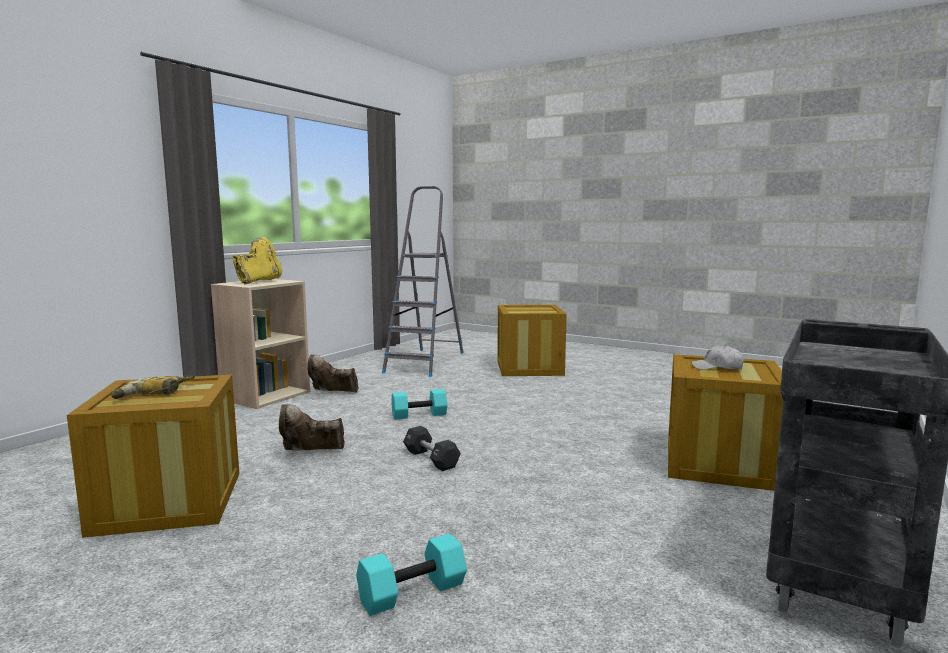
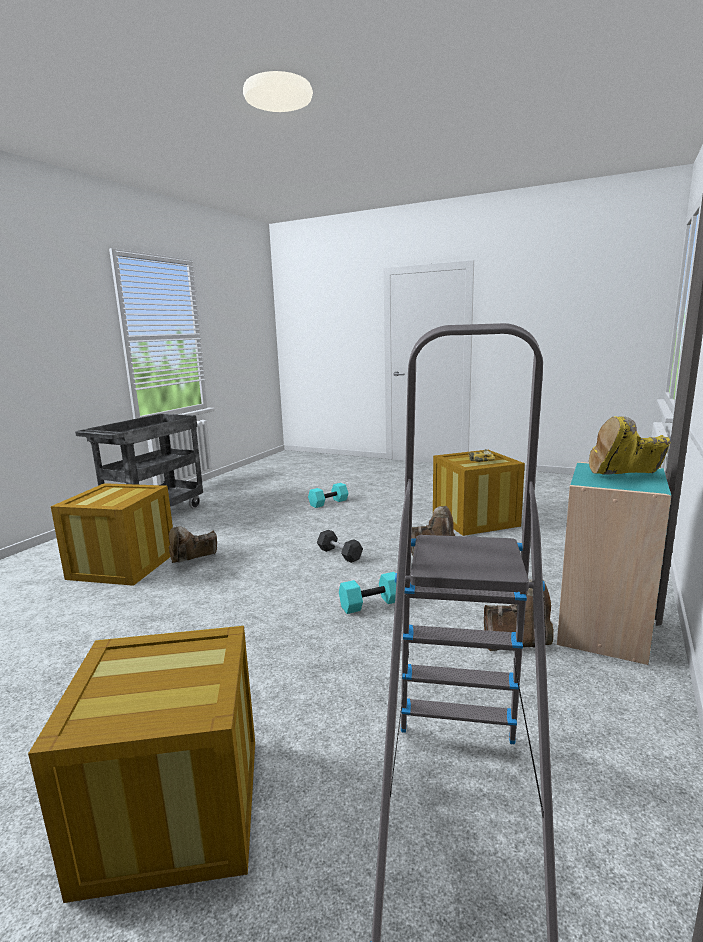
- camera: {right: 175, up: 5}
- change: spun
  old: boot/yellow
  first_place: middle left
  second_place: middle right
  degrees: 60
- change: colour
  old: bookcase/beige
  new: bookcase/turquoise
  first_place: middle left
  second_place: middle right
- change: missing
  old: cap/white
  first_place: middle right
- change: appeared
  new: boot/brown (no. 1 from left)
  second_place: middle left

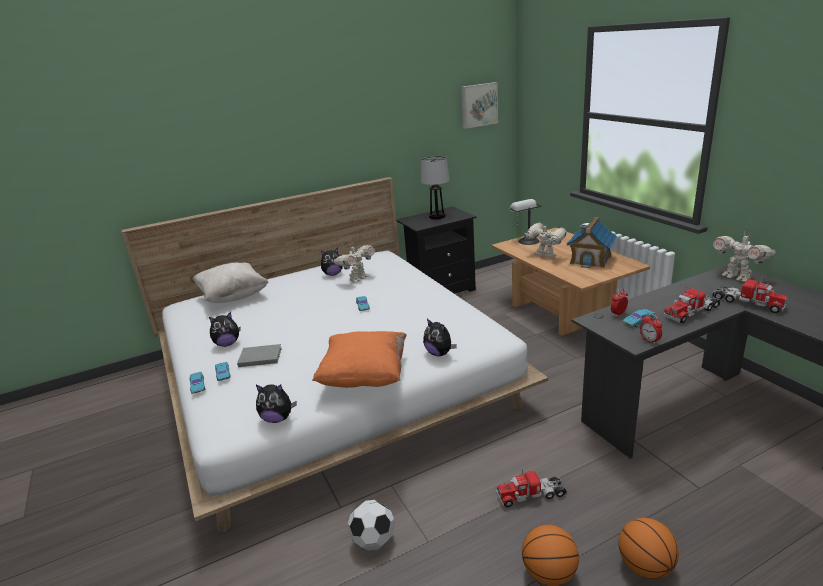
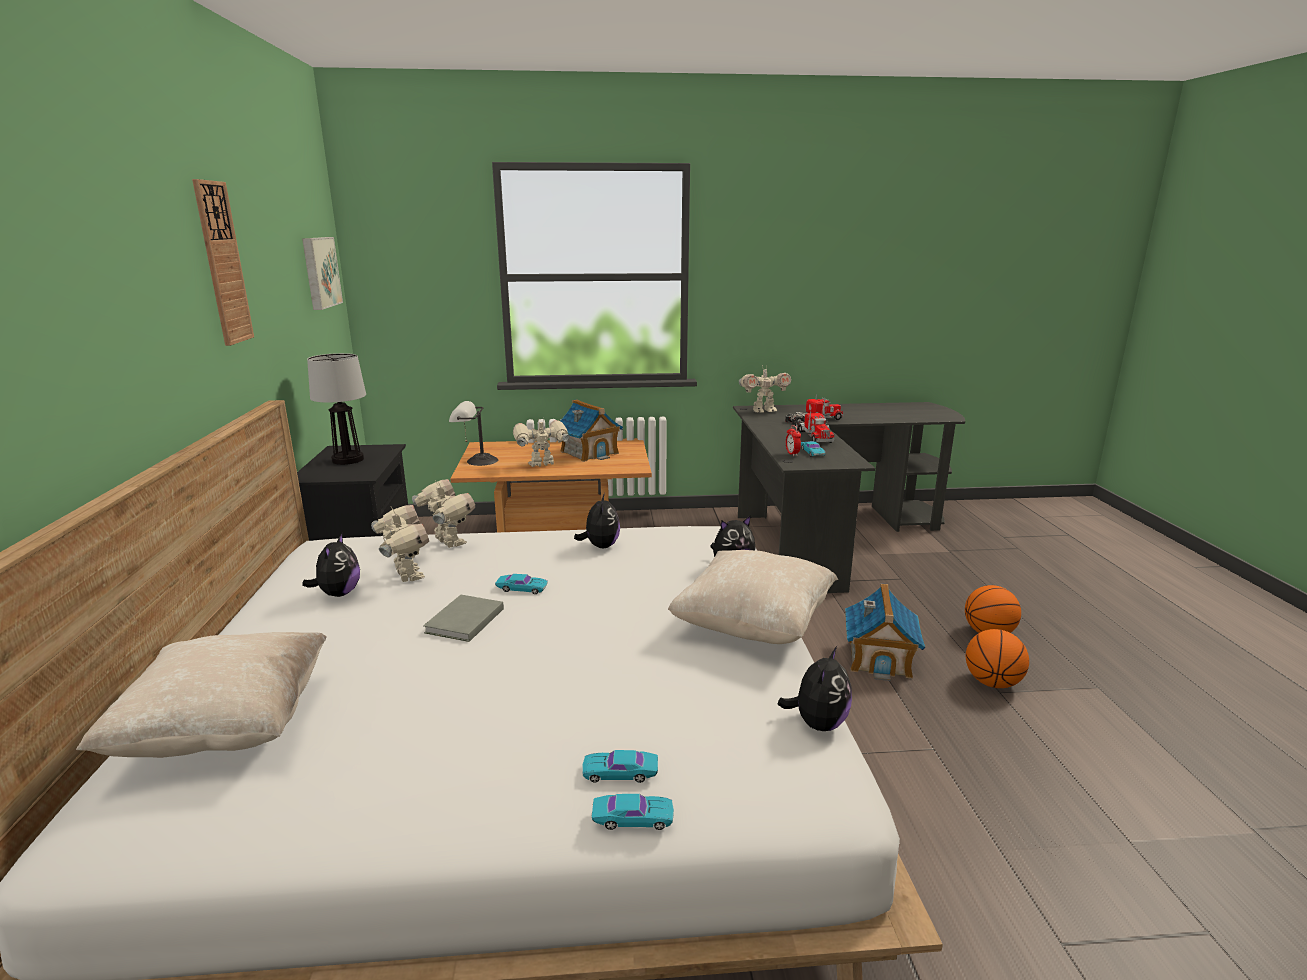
- camera: {right: -70, up: -5}
- change: relocated
  old: plush toy (no. 1 from left in the first image)
  new: plush toy (no. 2 from left)
  first_place: middle left
  second_place: centre
- change: missing
  old: alarm clock (no. 2 from left)
  first_place: middle right
- change: colour
  old: pillow/orange
  new: pillow/beige (no. 2 from left)
  first_place: centre
  second_place: centre
- change: relocated
  old: book/grey
  first_place: middle left
  second_place: centre
- change: exchanged
  old: toy truck (no. 1 from left)
  new: toy house (no. 2 from left)
  first_place: bottom centre
  second_place: middle right
- change: missing
  old: football
  first_place: bottom centre
- change: appeared
  new: wall clock
  second_place: top left
- change: appeared
  new: toy robot (no. 2 from left)
  second_place: centre

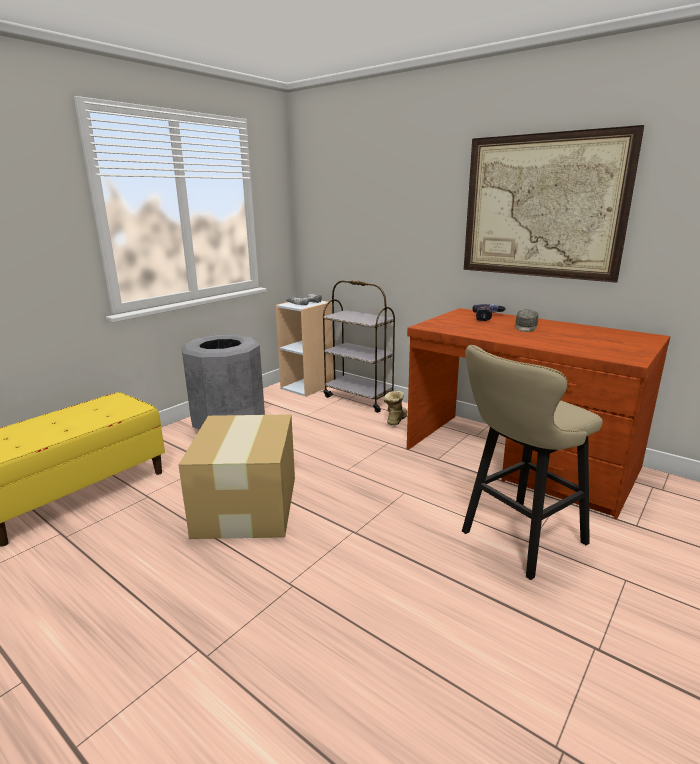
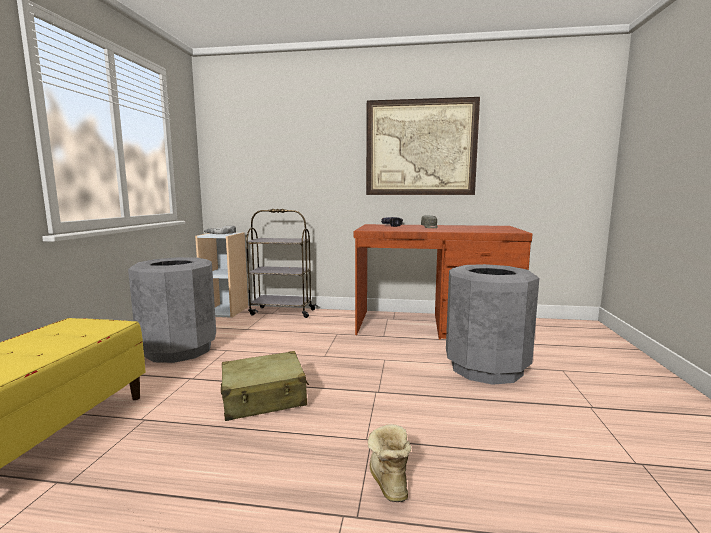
- camera: {right: -30, up: -10}
- change: exchanged
  old: stool/beige
  new: trash can/grey (no. 2 from left)
  first_place: middle right
  second_place: middle right
- change: relocated
  old: boot
  first_place: centre
  second_place: bottom centre
- change: exchanged
  old: cardboard box
  new: suitcase/beige
  first_place: centre
  second_place: bottom centre

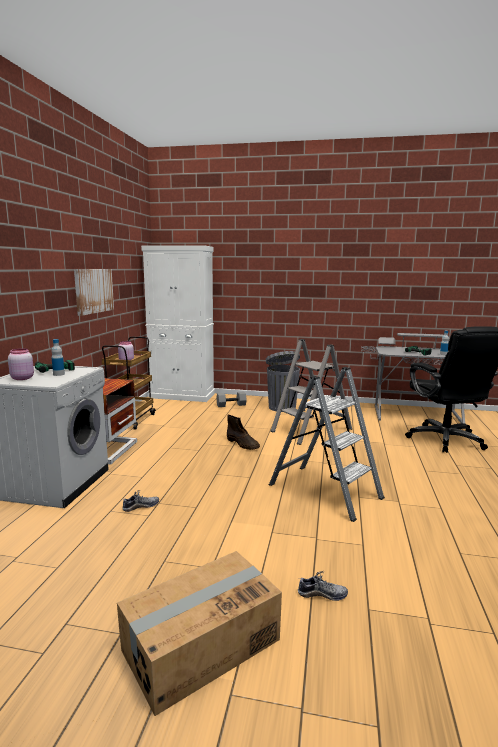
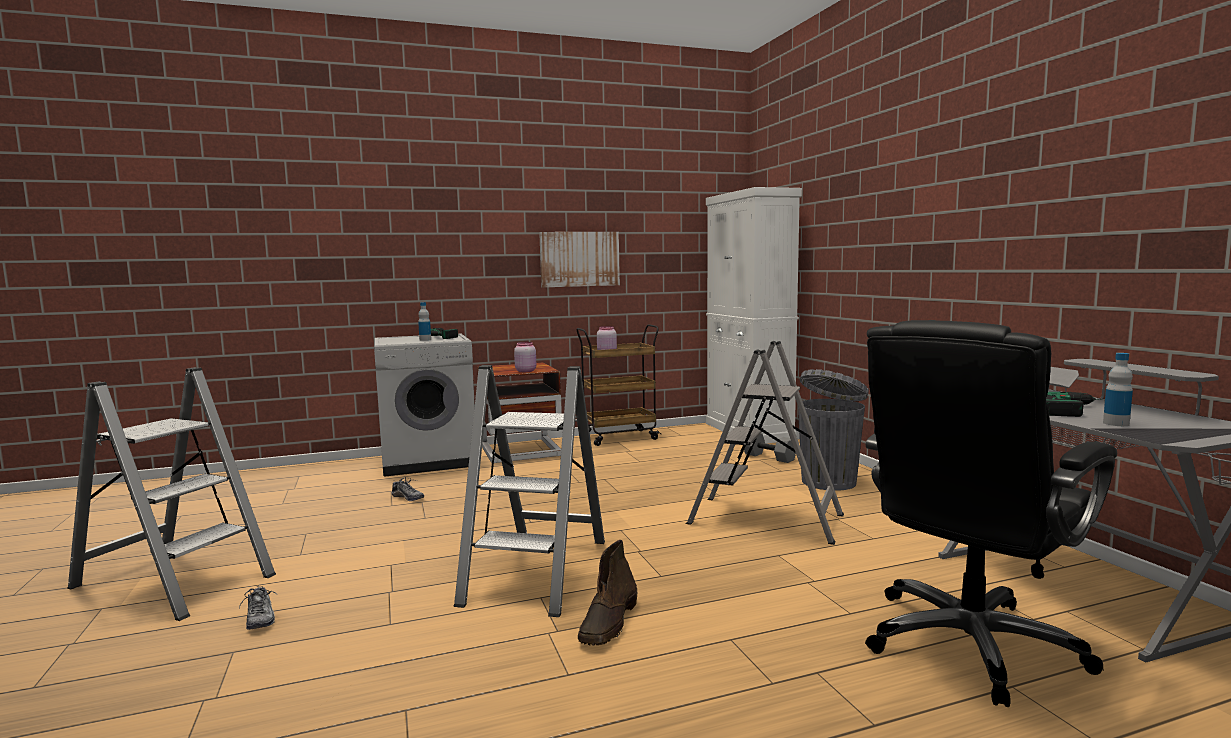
- camera: {right: 60, up: -5}
- change: relocated
  old: jar/pink (no. 1 from left)
  first_place: middle left
  second_place: centre
- change: relocated
  old: boot/brown
  first_place: centre
  second_place: bottom centre
- change: exchanged
  old: cardboard box
  new: step ladder/grey (no. 1 from left)
  first_place: bottom centre
  second_place: bottom left

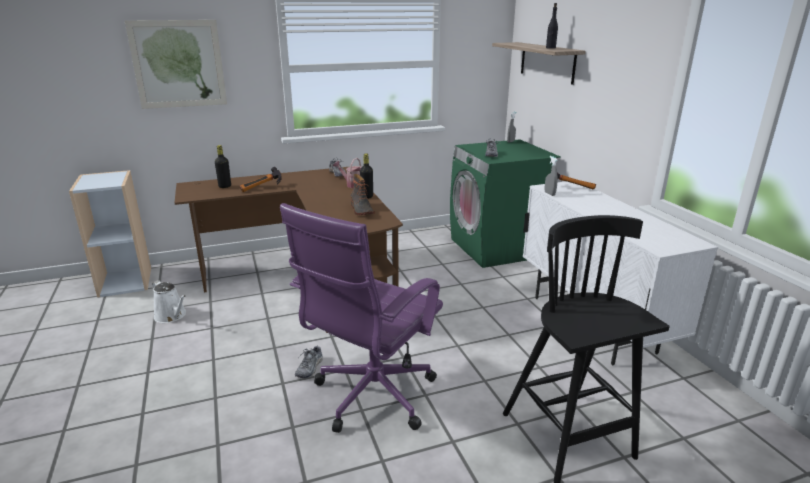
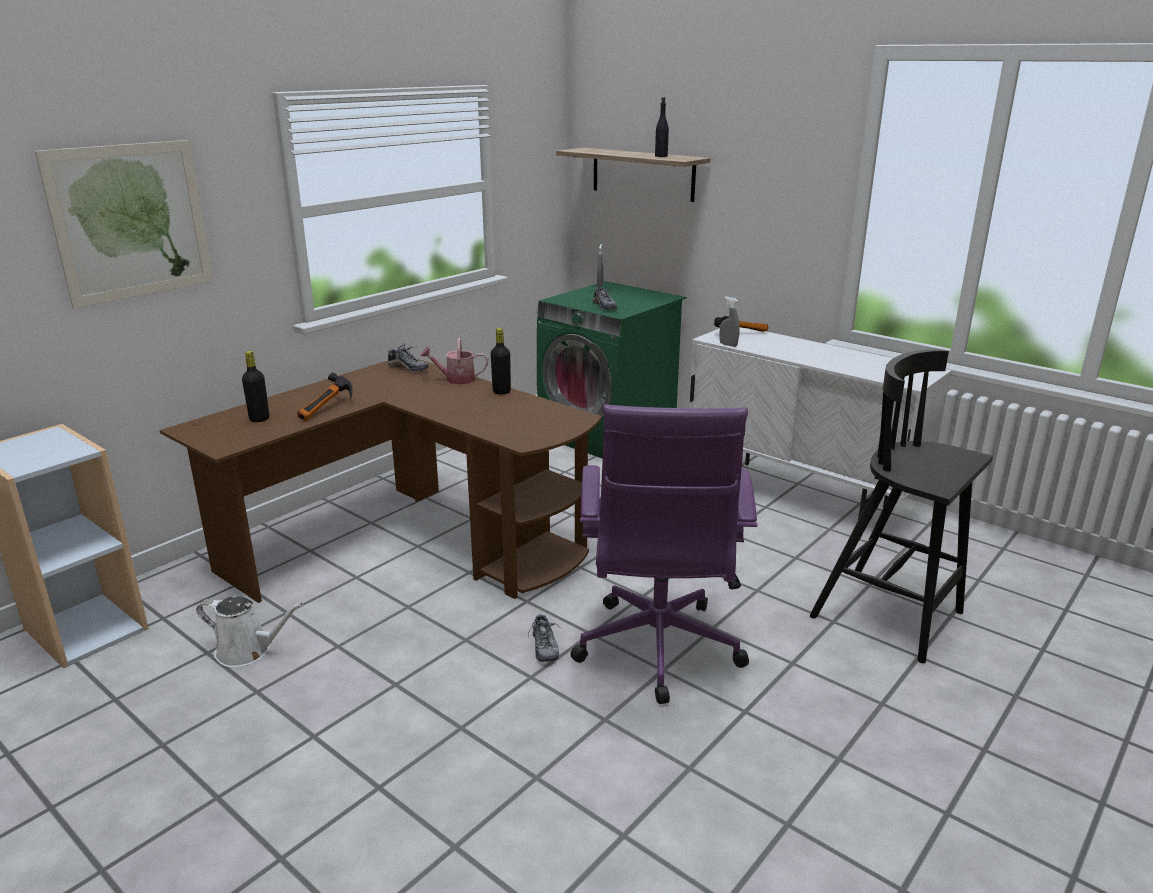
- camera: {right: -30, up: 0}
- change: missing
  old: boot
  first_place: centre

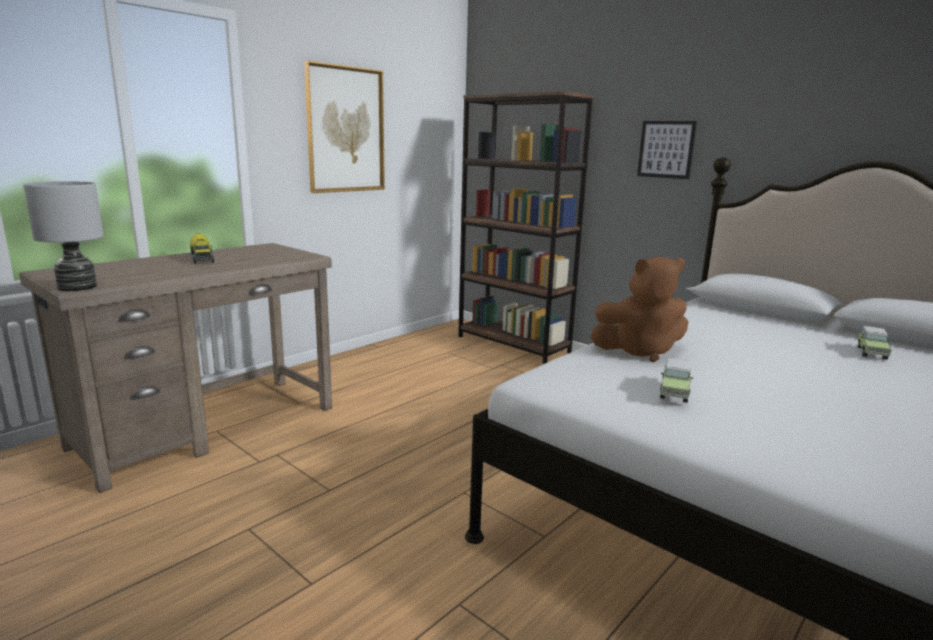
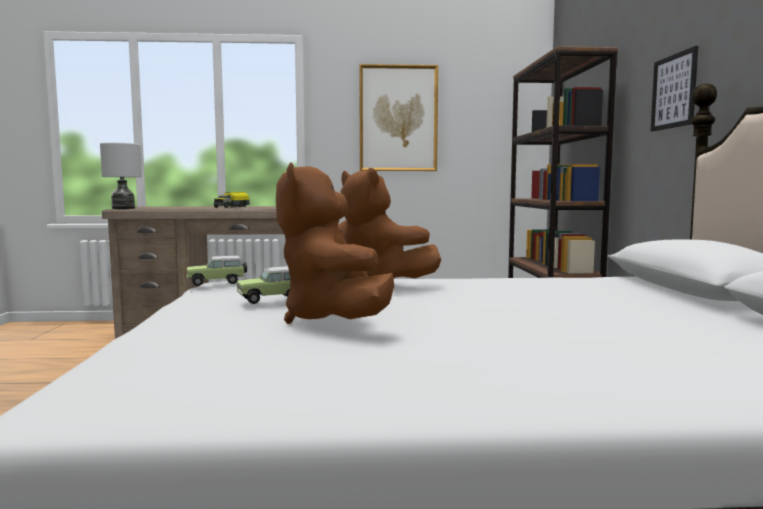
- camera: {right: 45, up: -10}
- change: relocated
  old: toy car (no. 2 from left in the first image)
  new: toy car (no. 1 from left)
  first_place: middle right
  second_place: middle left
- change: appeared
  new: plush toy/brown (no. 1 from left)
  second_place: centre

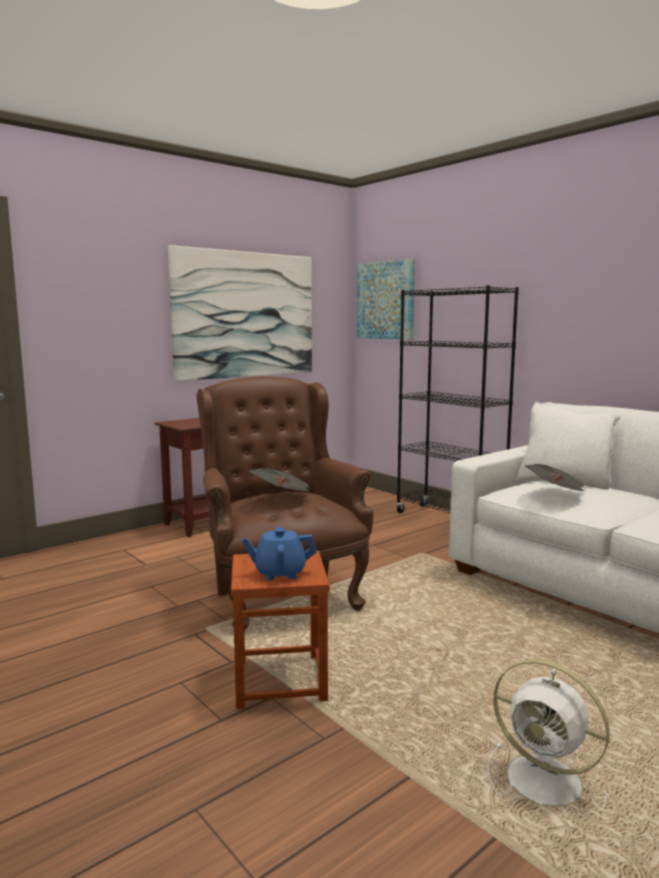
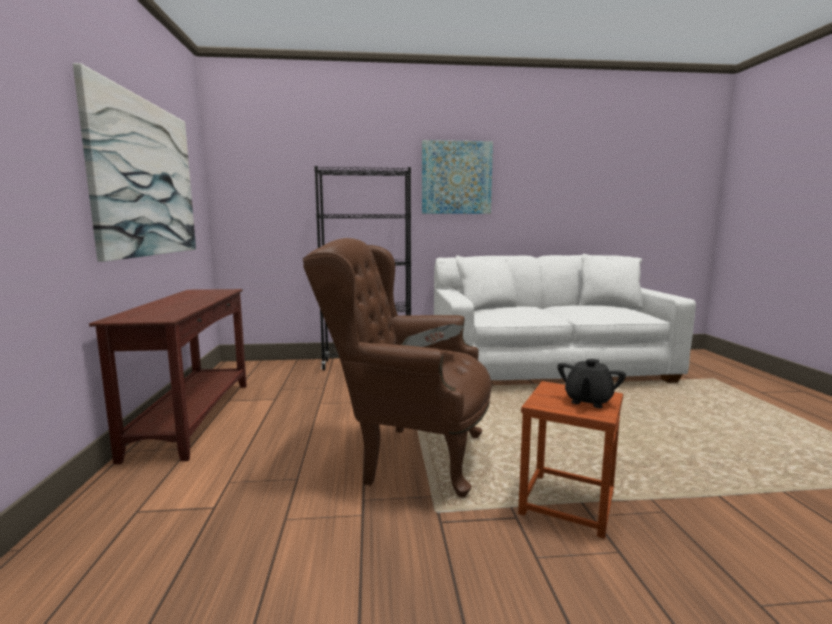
- camera: {right: -55, up: 0}
- change: relocated
  old: picture (no. 2 from left)
  first_place: centre
  second_place: top centre
- change: missing
  old: newspaper (no. 2 from left)
  first_place: middle right
- change: colour
  old: teapot/blue
  new: teapot/black
  first_place: centre
  second_place: middle right
- change: missing
  old: fan/white
  first_place: bottom right

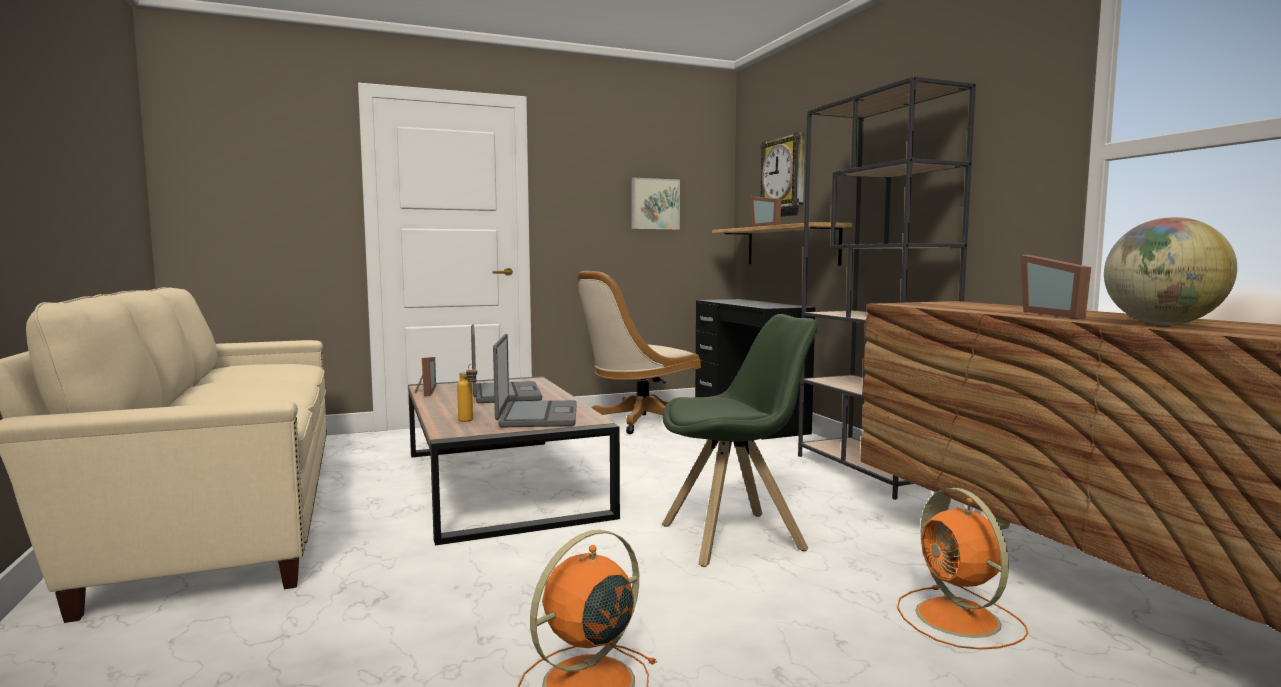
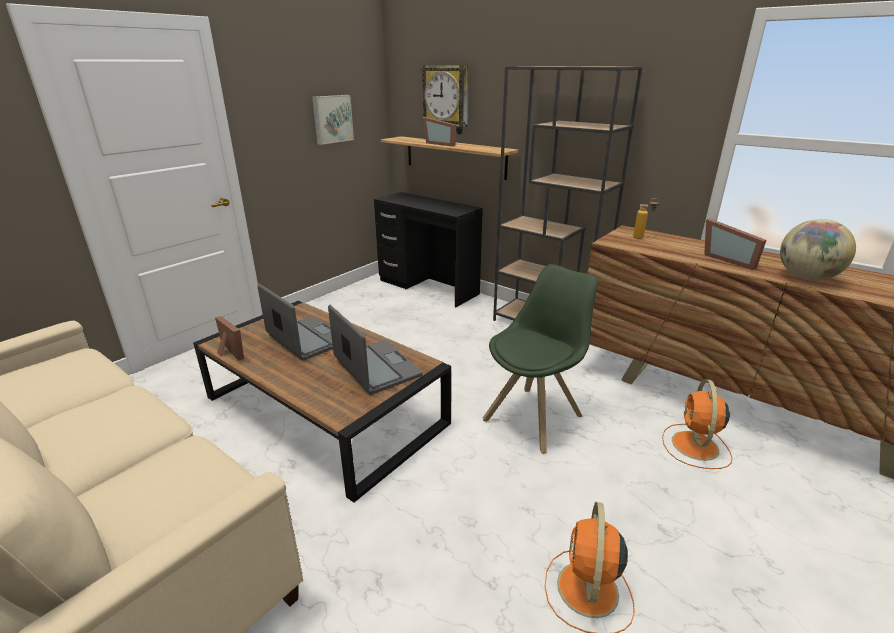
- camera: {right: -30, up: 20}
- change: missing
  old: office chair
  first_place: centre
- change: relocated
  old: bottle
  first_place: centre
  second_place: middle right
- change: spun
  old: fan/orange (no. 2 from left)
  first_place: bottom right
  second_place: bottom right
  degrees: 60

